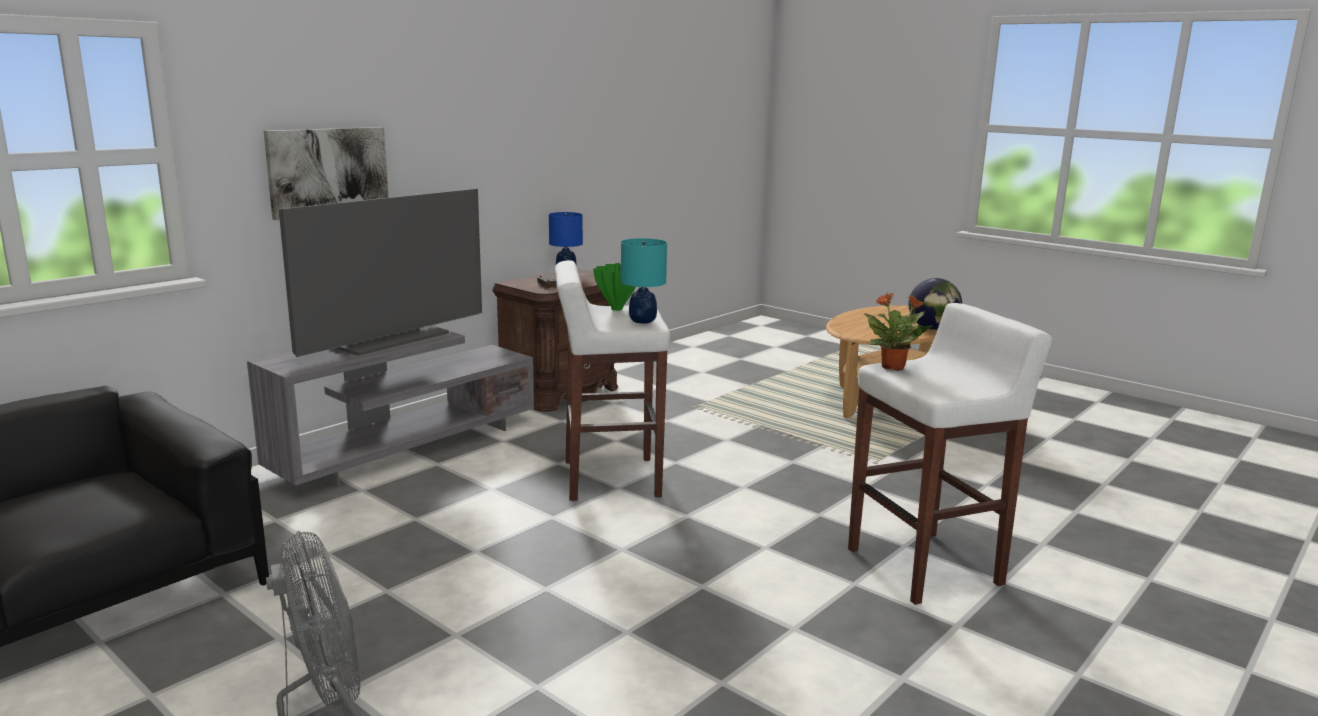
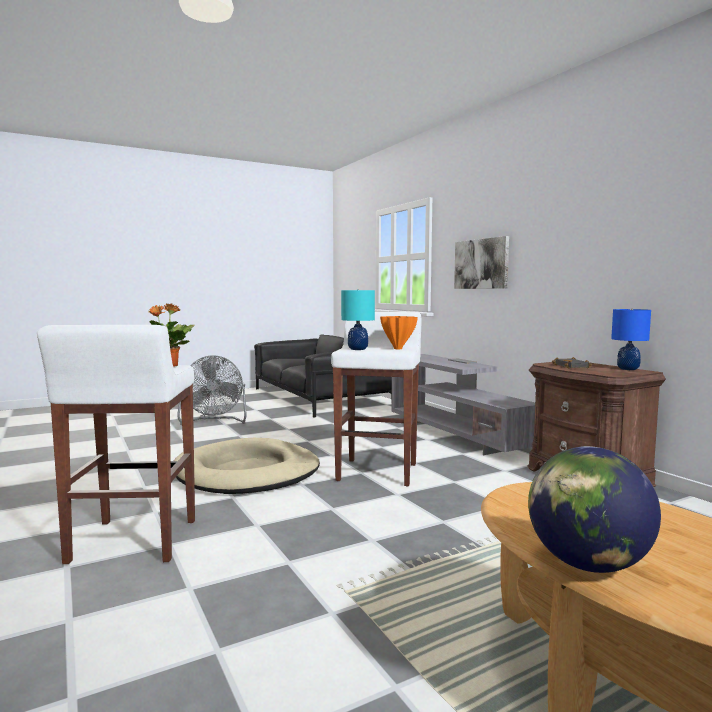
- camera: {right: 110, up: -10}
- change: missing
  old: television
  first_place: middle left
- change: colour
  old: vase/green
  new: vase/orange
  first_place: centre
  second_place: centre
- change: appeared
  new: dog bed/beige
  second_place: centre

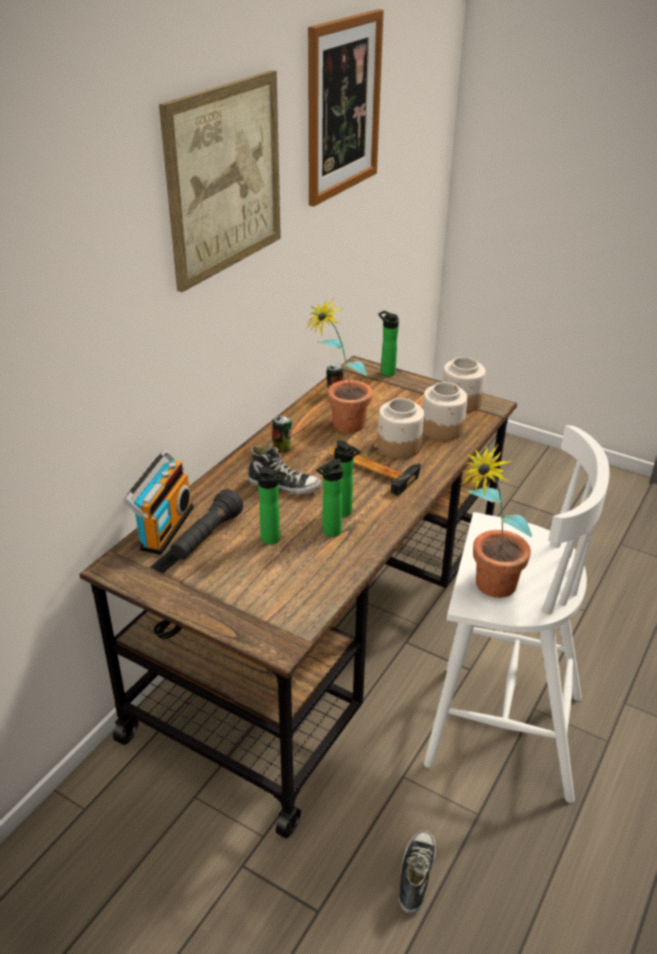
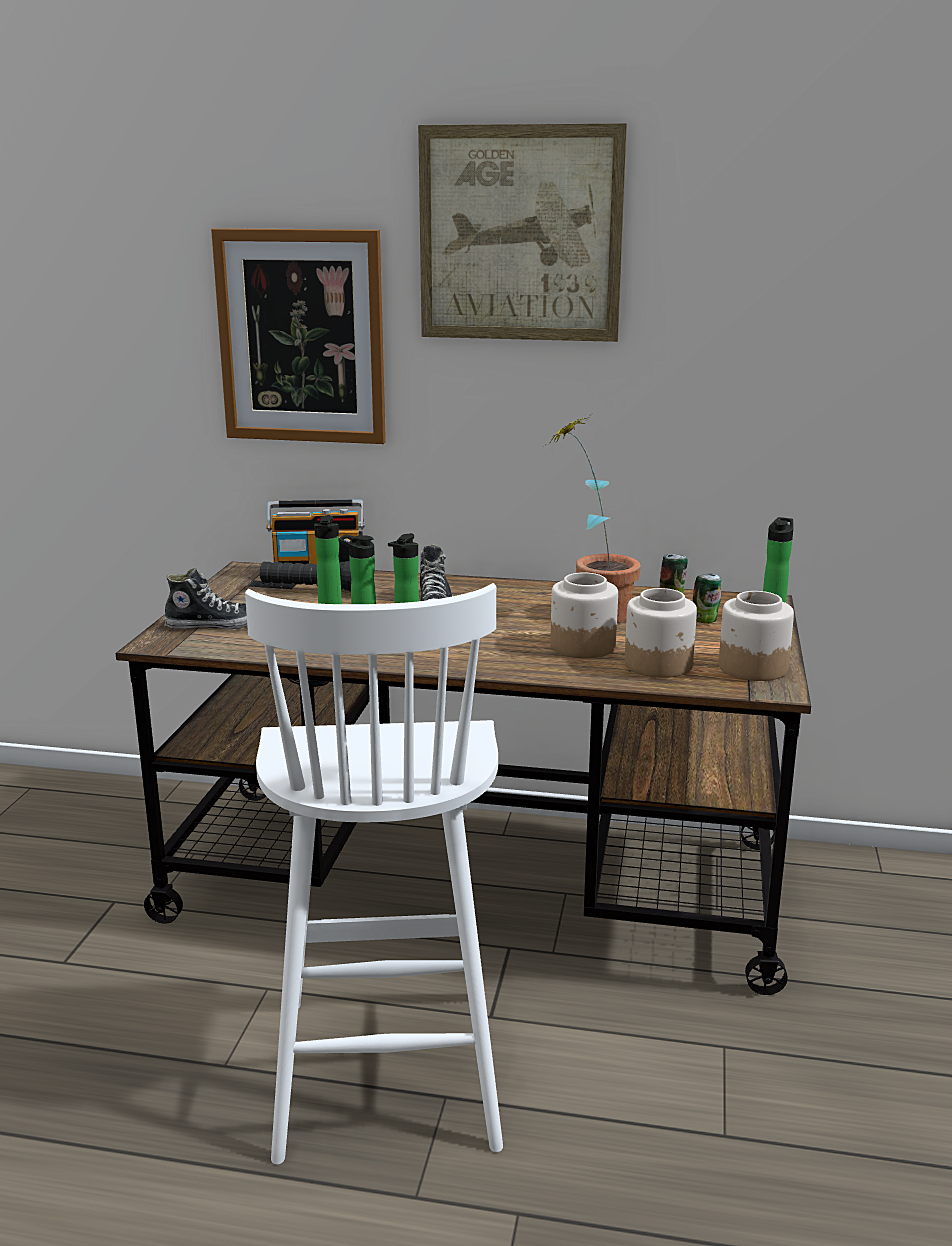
- camera: {right: 70, up: -15}
- change: relocated
  old: picture (no. 2 from left in the first image)
  new: picture (no. 1 from left)
  first_place: top centre
  second_place: top left
- change: relocated
  old: can (no. 1 from left in the first image)
  new: can (no. 2 from left)
  first_place: centre
  second_place: middle right
- change: missing
  old: potted plant (no. 2 from left)
  first_place: middle right
- change: missing
  old: hammer
  first_place: centre
- change: relocated
  old: shoe (no. 2 from left in the first image)
  new: shoe (no. 1 from left)
  first_place: bottom centre
  second_place: middle left

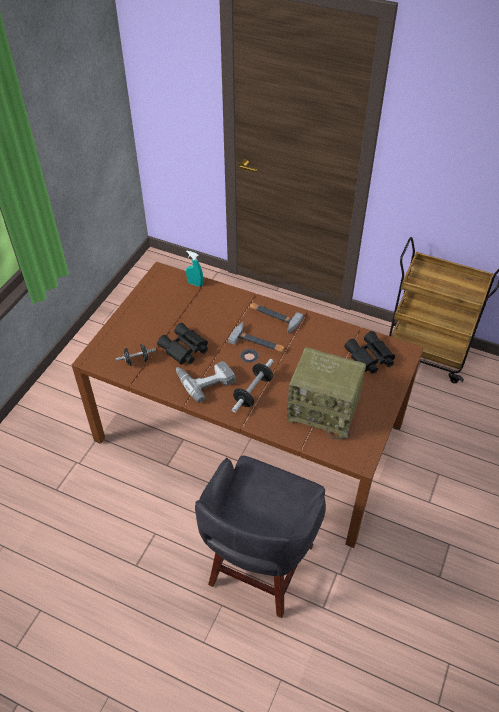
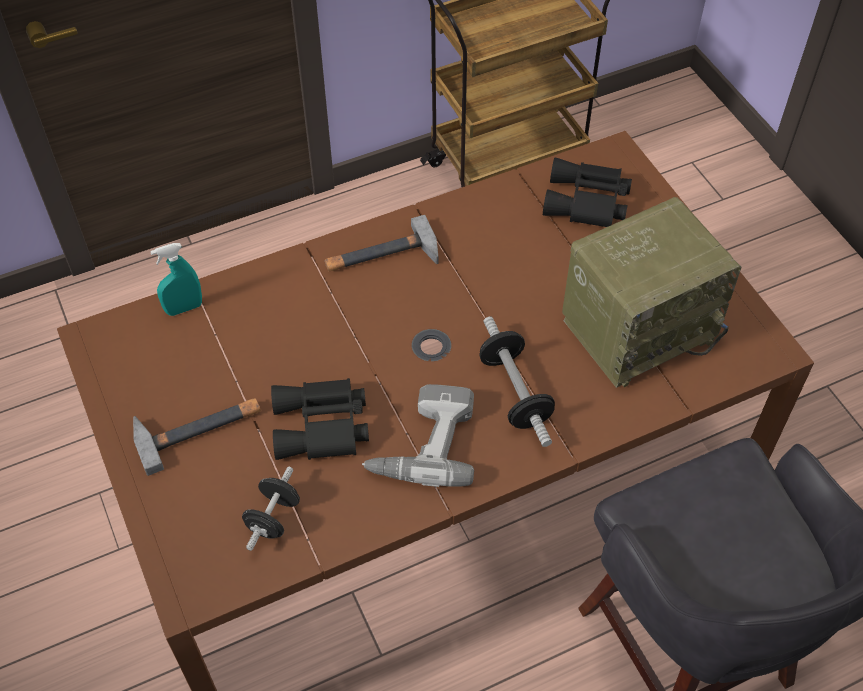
- camera: {right: -50, up: 5}
- change: relocated
  old: hammer (no. 1 from left)
  first_place: centre
  second_place: middle left

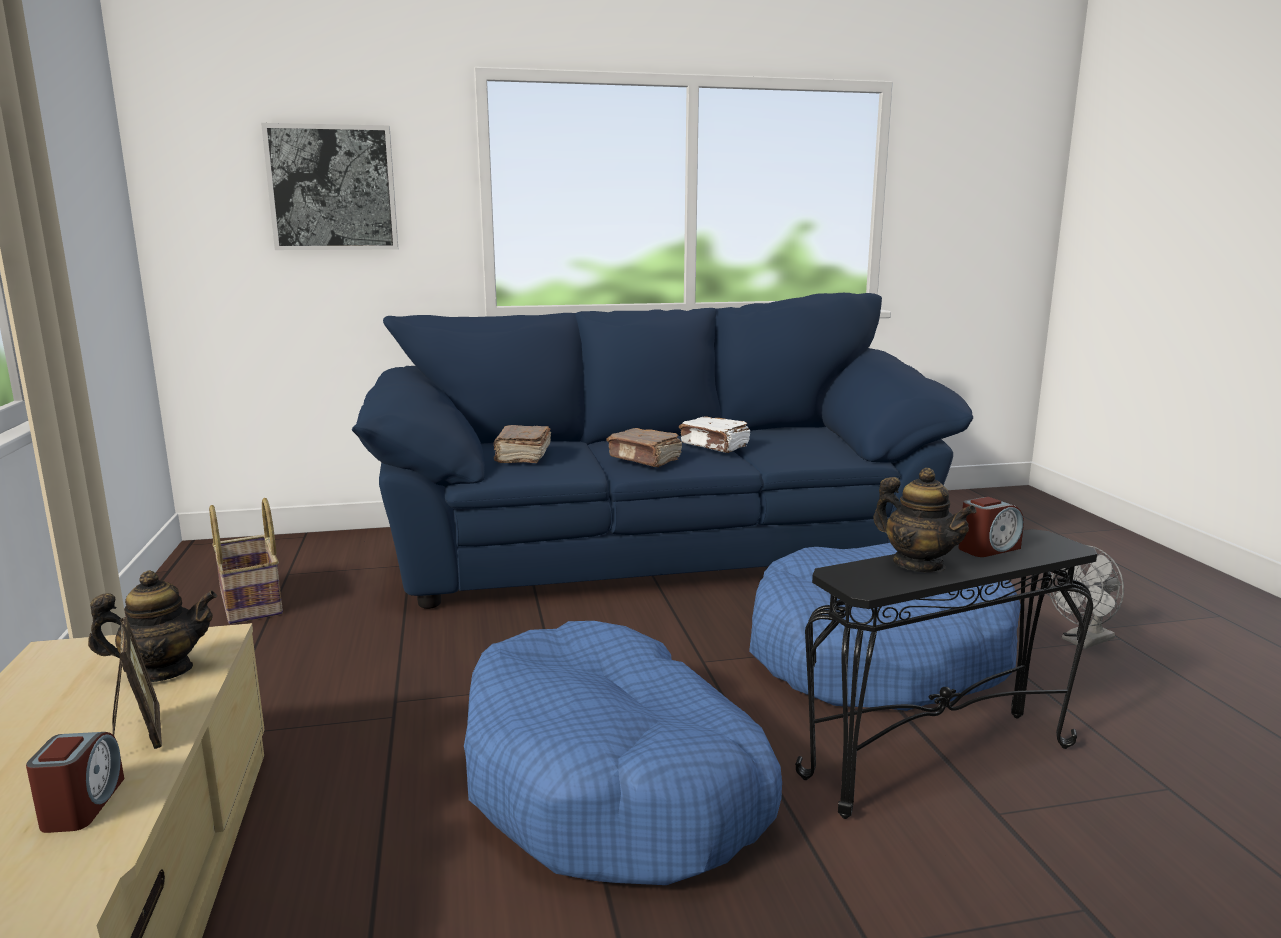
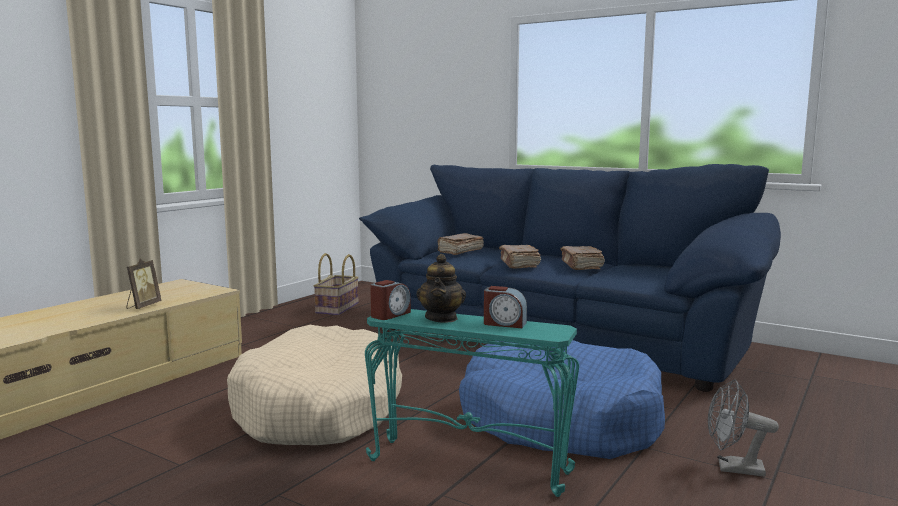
- camera: {right: 45, up: -5}
- change: missing
  old: picture
  first_place: top left
- change: colour
  old: book/white
  new: book/brown (no. 3 from left)
  first_place: centre
  second_place: centre
- change: colour
  old: side table/black
  new: side table/turquoise
  first_place: bottom right
  second_place: bottom centre
- change: missing
  old: teapot (no. 1 from left)
  first_place: bottom left
- change: colour
  old: dog bed/blue (no. 1 from left)
  new: dog bed/beige
  first_place: bottom centre
  second_place: bottom centre
- change: relocated
  old: alarm clock (no. 1 from left)
  first_place: bottom left
  second_place: centre

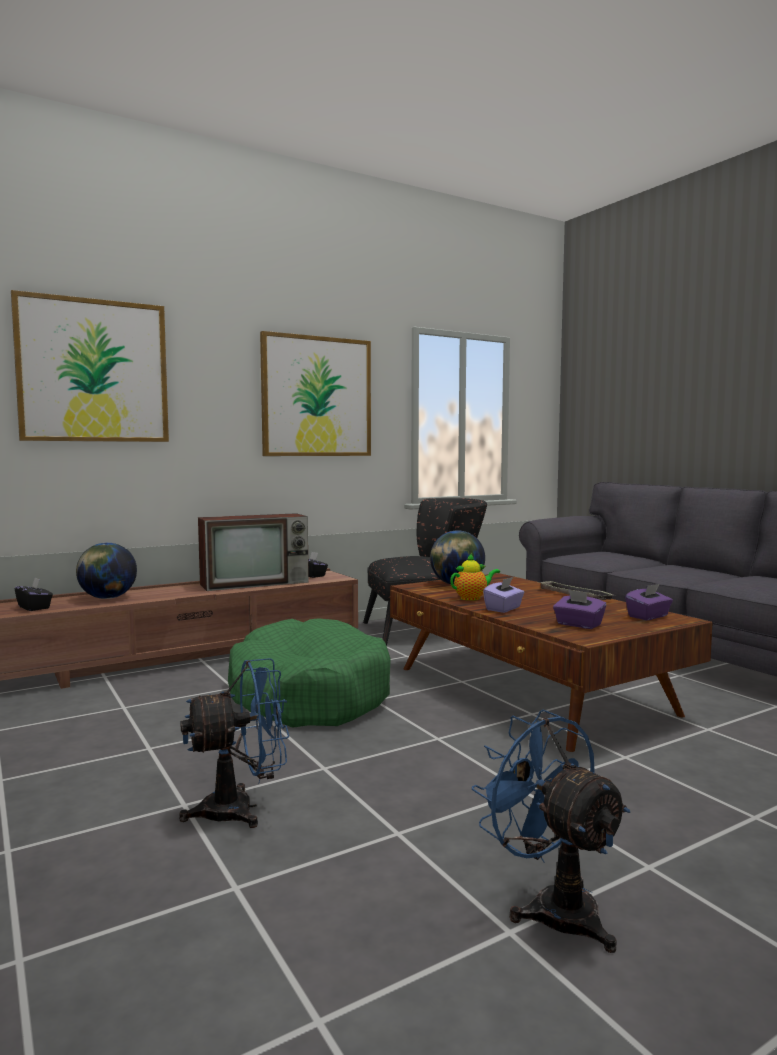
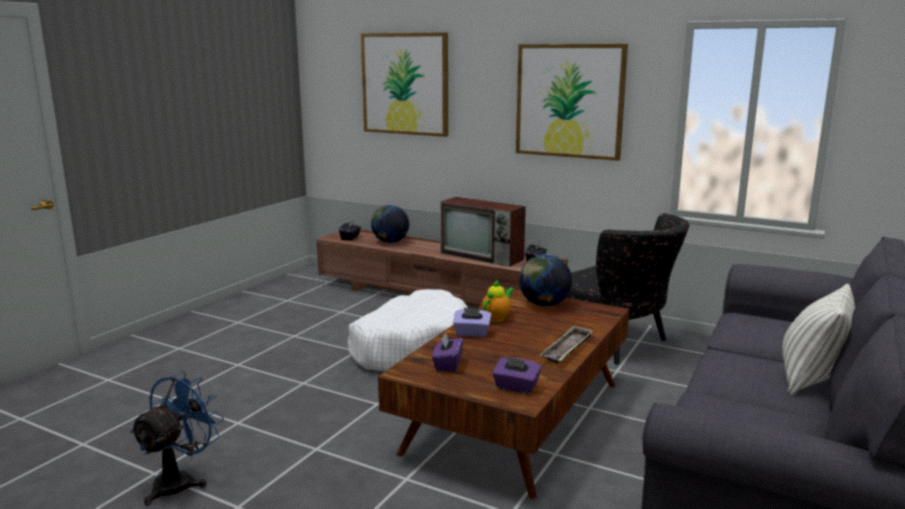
- camera: {right: 60, up: 10}
- change: spun
  old: teapot
  first_place: centre
  second_place: centre
  degrees: -90
- change: colour
  old: dog bed/green
  new: dog bed/white
  first_place: centre
  second_place: centre
- change: missing
  old: fan/blue (no. 1 from left)
  first_place: bottom left
- change: appeared
  new: pillow
  second_place: middle right

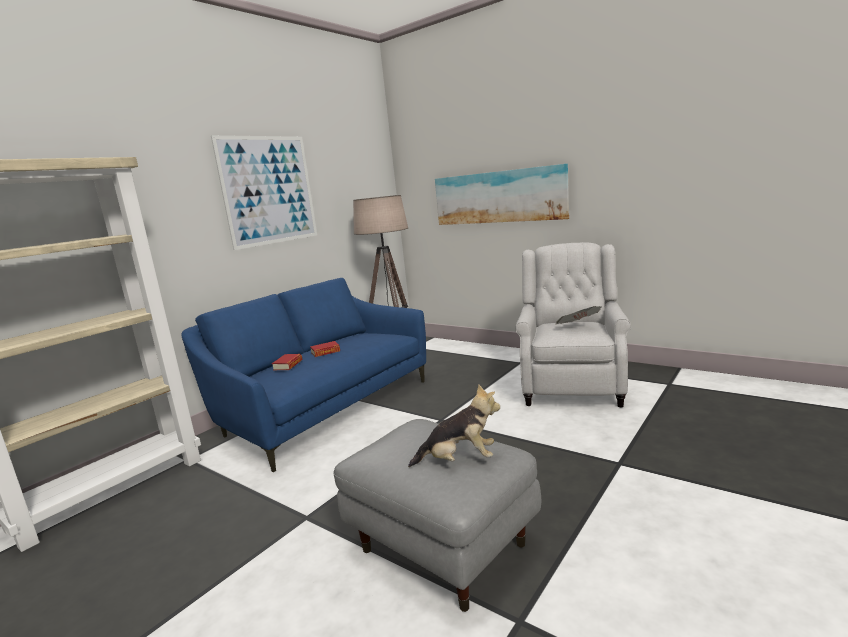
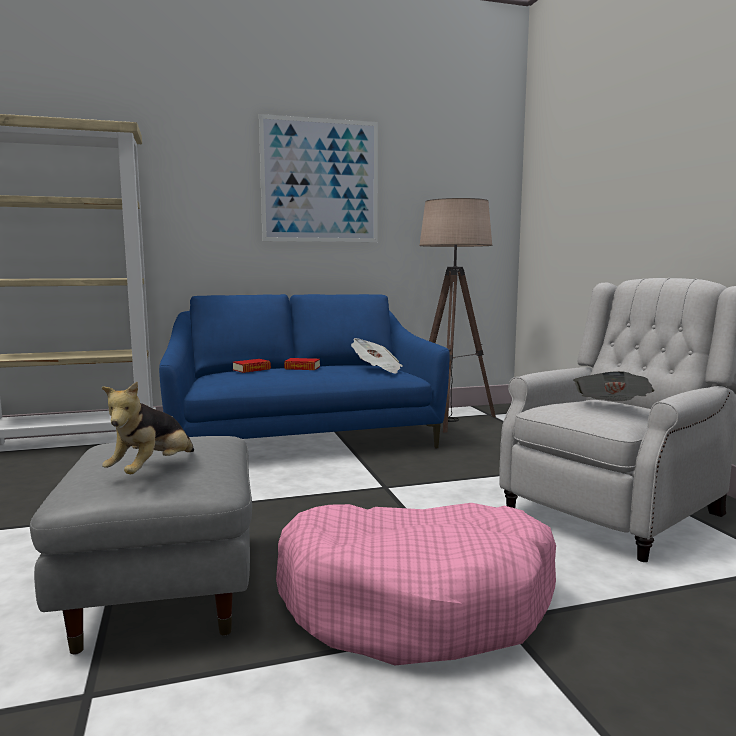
- camera: {right: 35, up: -5}
- change: missing
  old: picture (no. 2 from left)
  first_place: top centre
- change: spun
  old: plush toy
  first_place: bottom centre
  second_place: middle left
  degrees: 75
- change: appeared
  new: newspaper (no. 1 from left)
  second_place: centre
- change: appeared
  new: dog bed/pink
  second_place: bottom centre

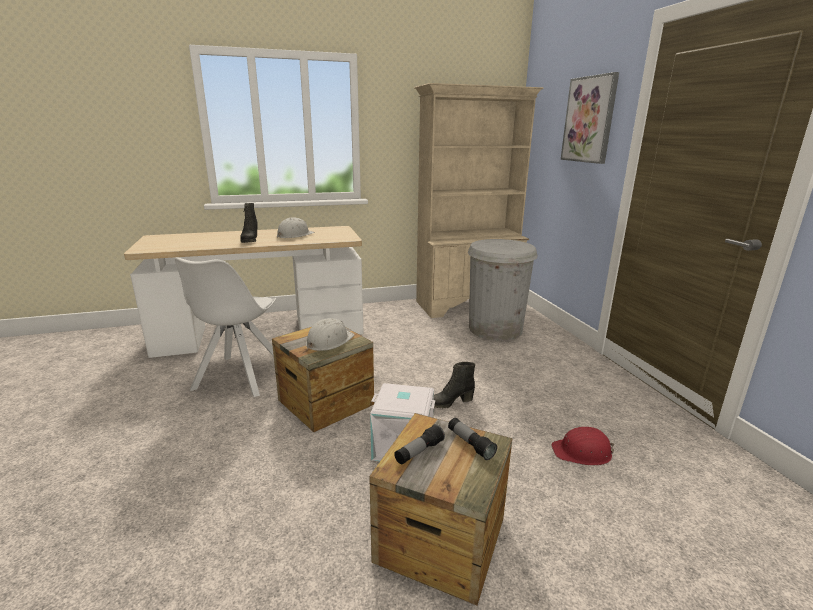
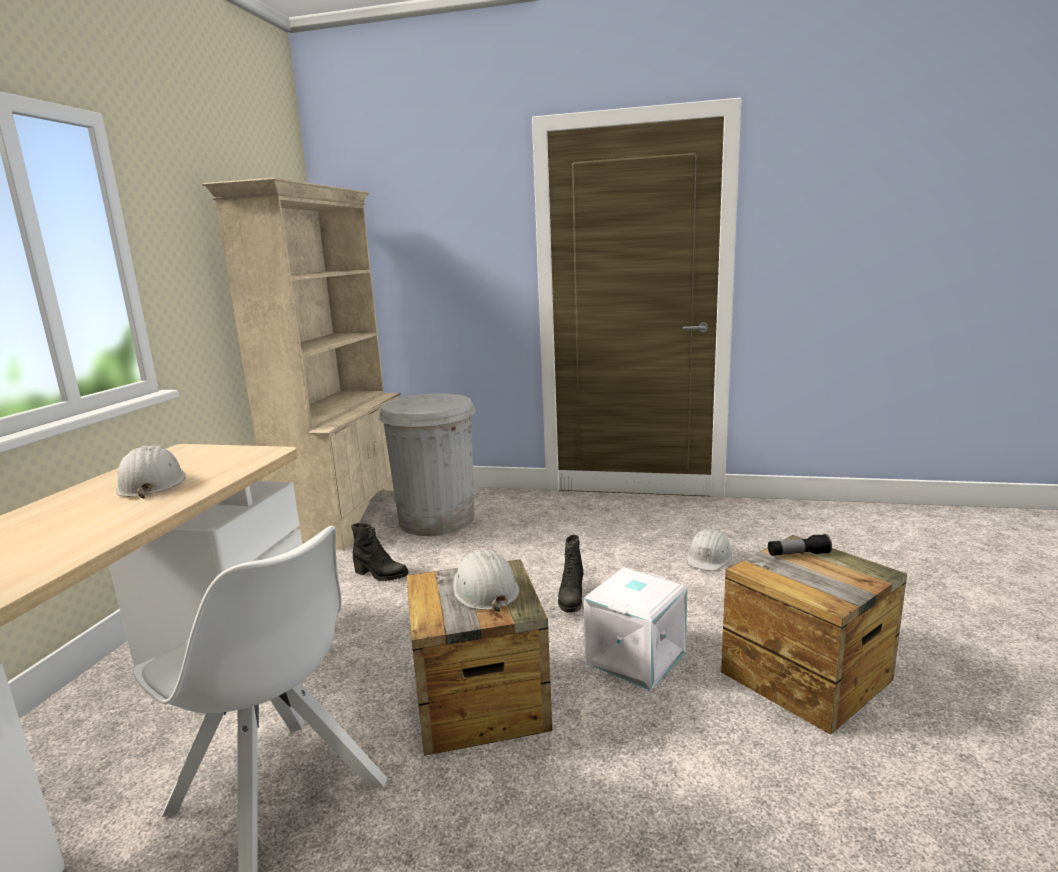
- camera: {right: -60, up: -5}
- change: missing
  old: picture
  first_place: top right
- change: relocated
  old: boot/black (no. 1 from left)
  first_place: middle left
  second_place: centre
- change: missing
  old: flashlight (no. 1 from left)
  first_place: bottom centre
- change: colour
  old: hard hat/red
  new: hard hat/white (no. 3 from left)
  first_place: bottom right
  second_place: middle right

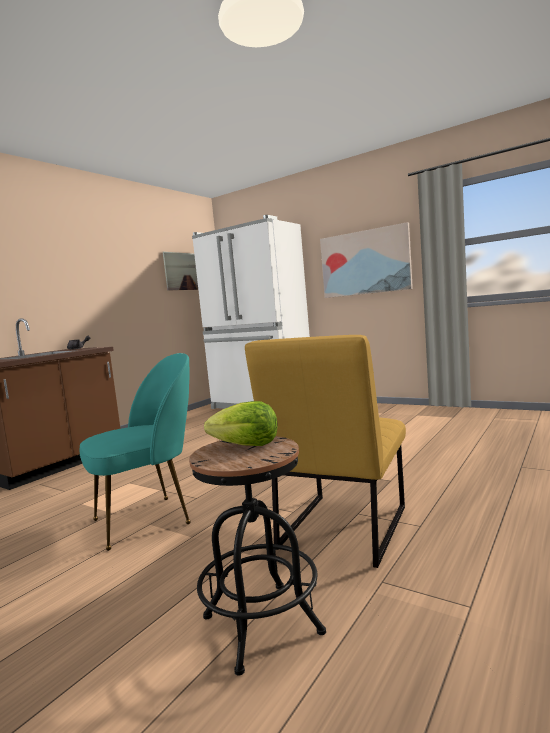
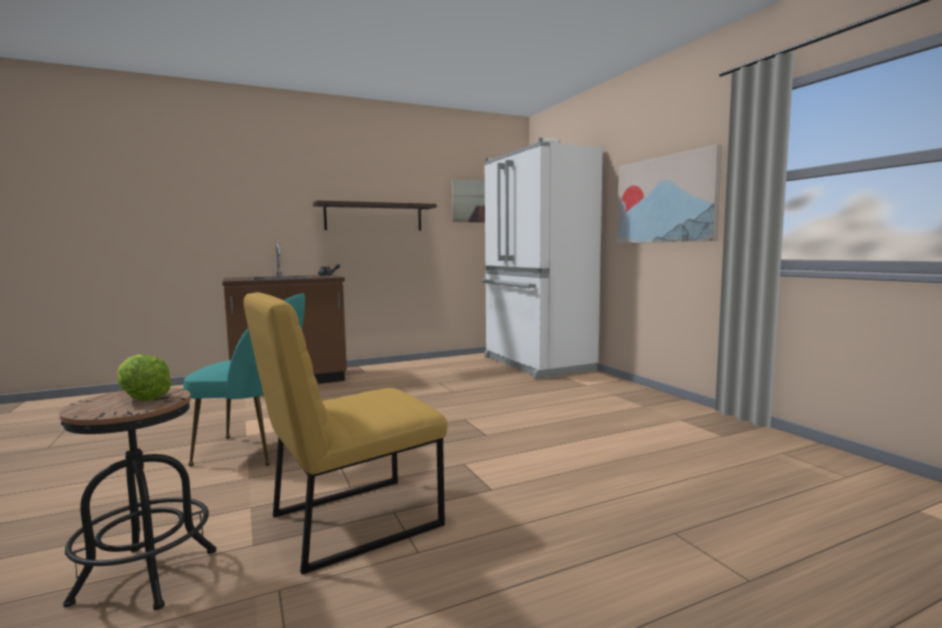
- camera: {right: 30, up: 0}
- change: appeared
  new: shelf
  second_place: centre

